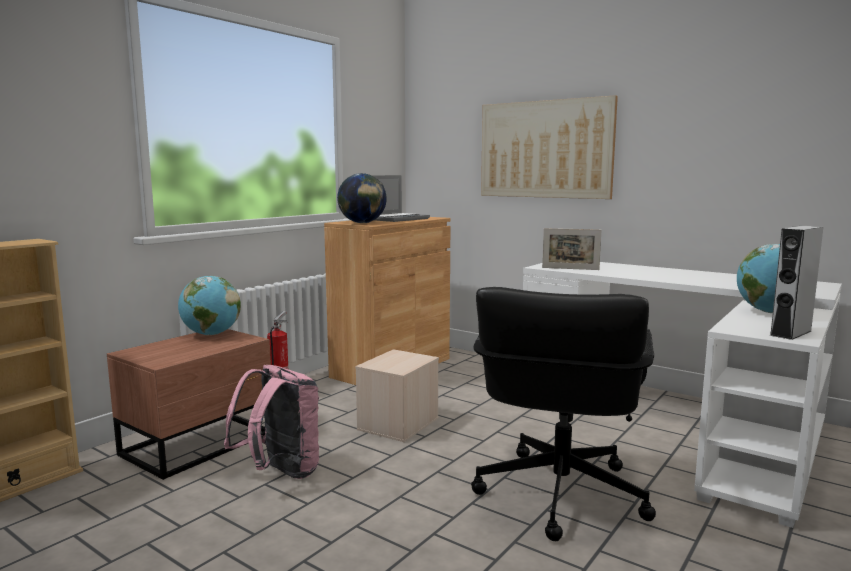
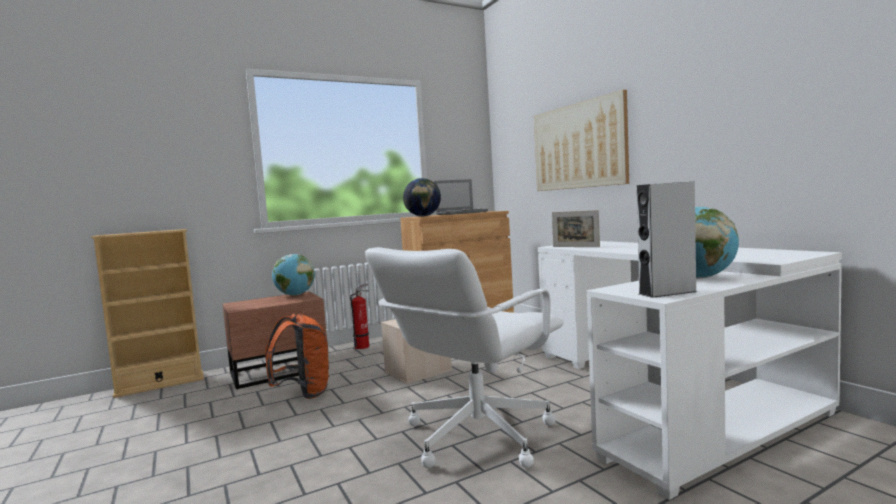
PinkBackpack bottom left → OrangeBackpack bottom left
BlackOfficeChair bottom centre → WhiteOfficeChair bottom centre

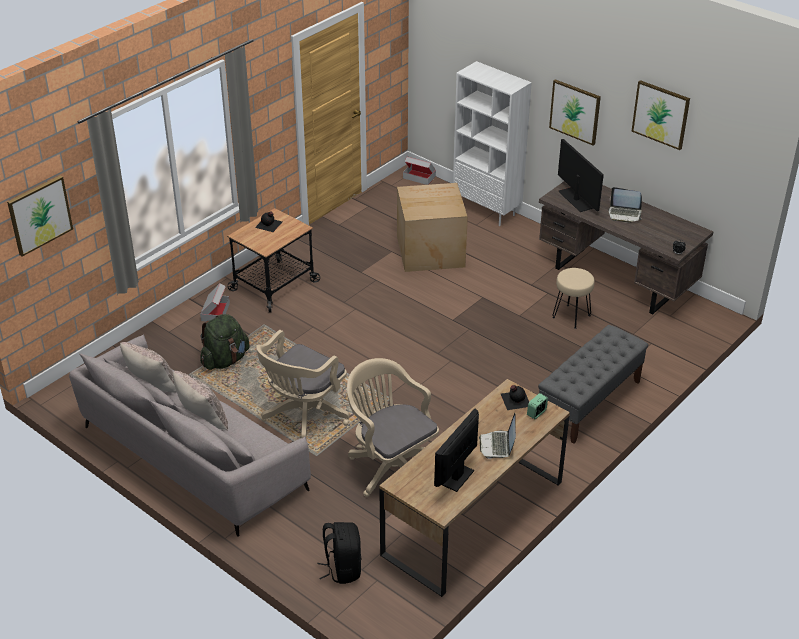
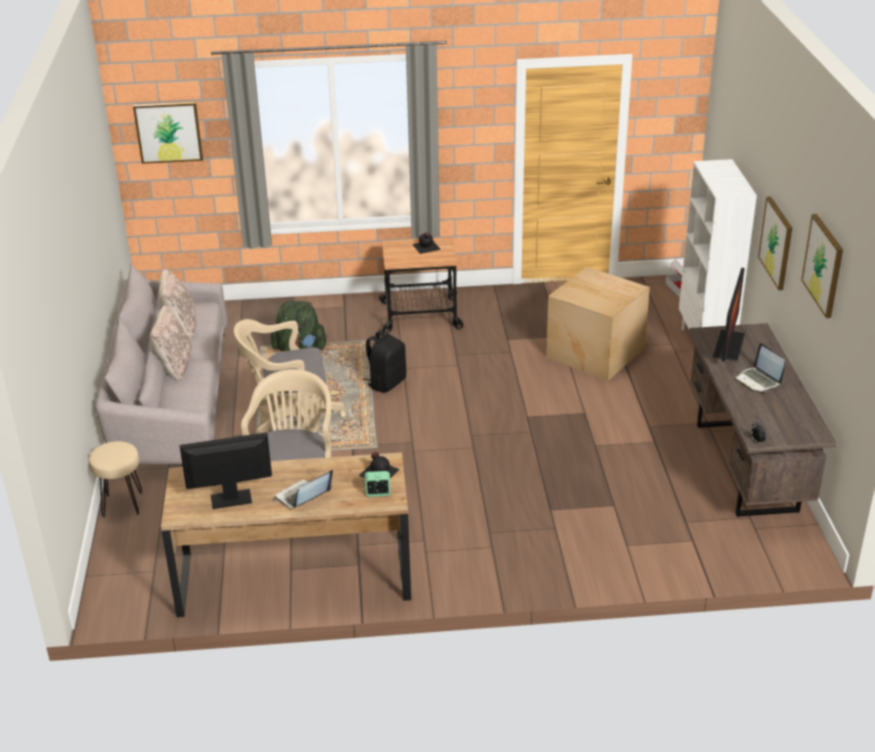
BeigeStool middle right → BeigeStool middle left, relocated
BlackBackpack bottom centre → BlackBackpack centre, relocated
CardboardBox (no. 1 from left) middle left → -
GreyBench middle right → -

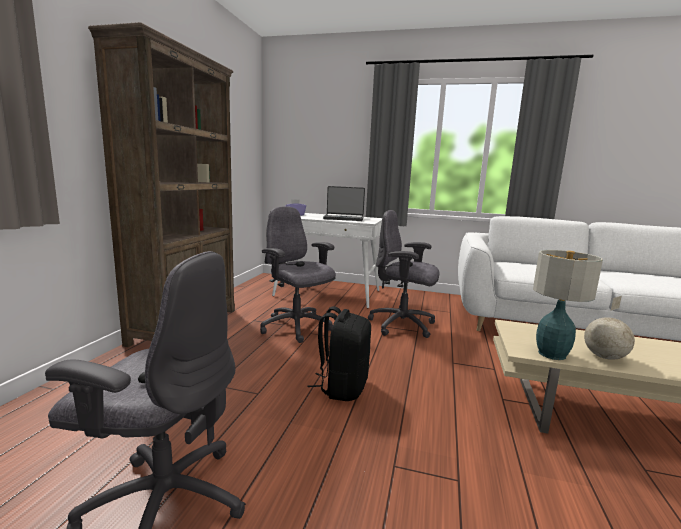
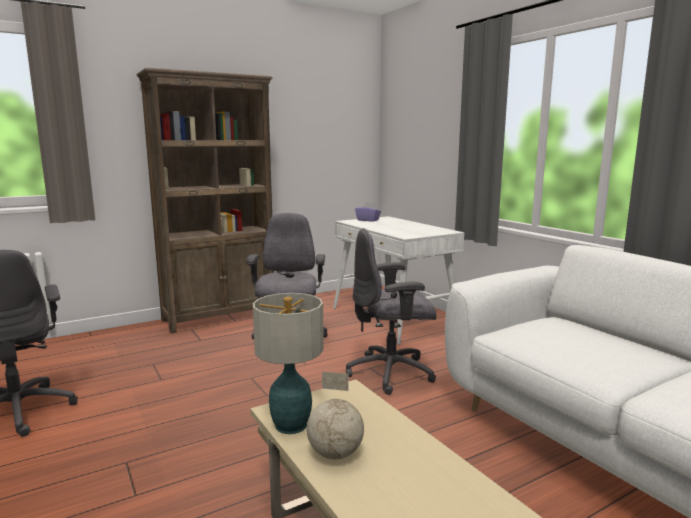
GreyOfficeChair (no. 3 from left) centre, 75 degrees counterclockwise
BlackBackpack bottom centre → -
Laptop centre → -

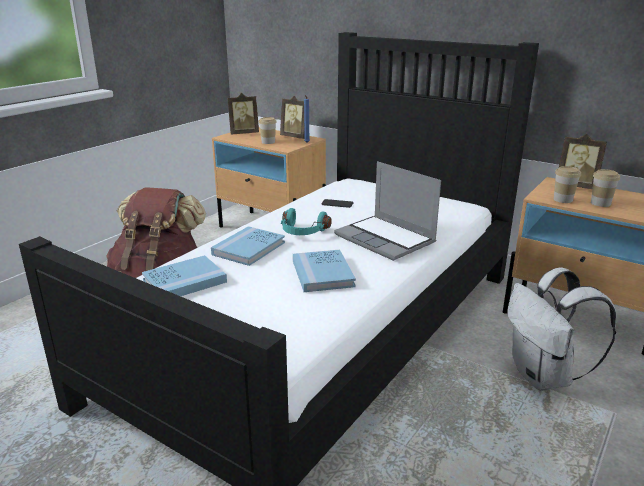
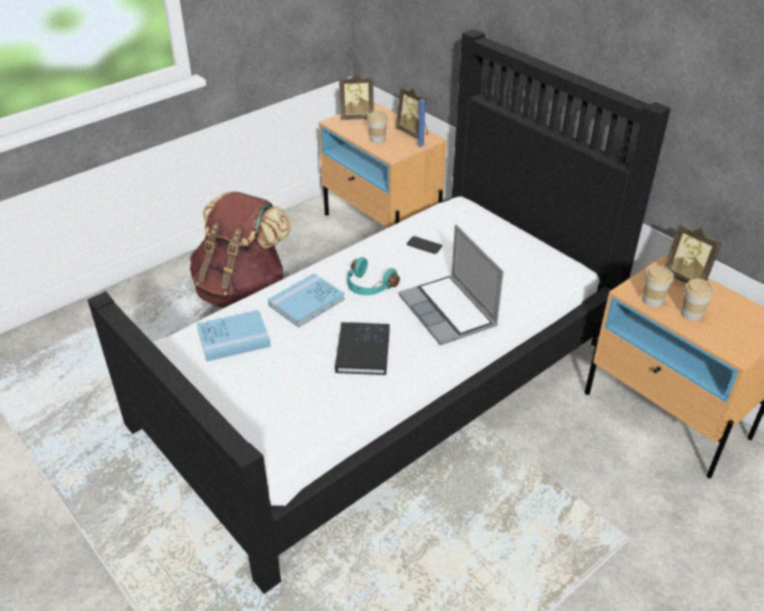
BlueBook (no. 3 from left) centre → BlackBook centre
WhiteBackpack bottom right → -

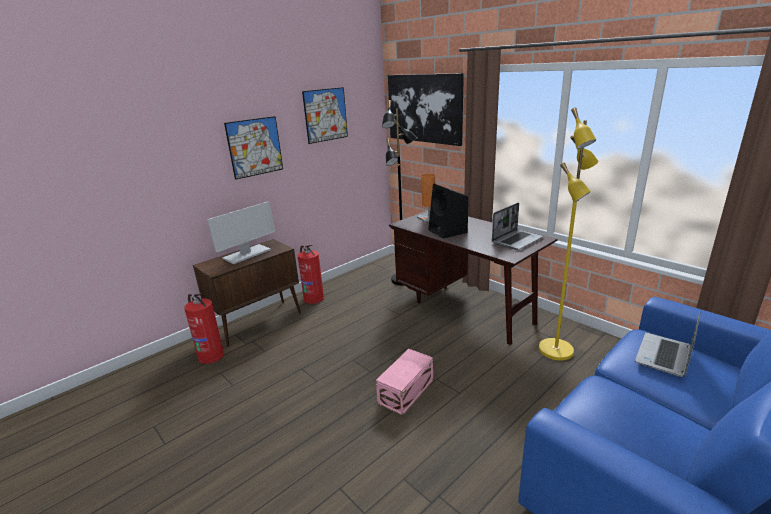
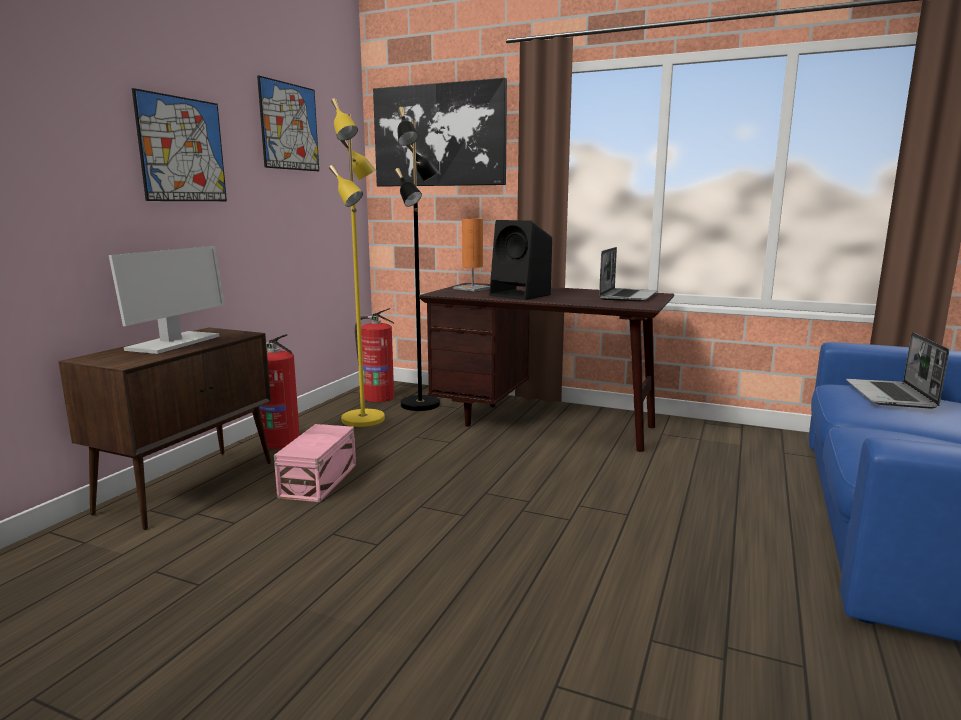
PinkStorageBox bottom centre → PinkStorageBox middle left, relocated
YellowFloorLamp middle right → YellowFloorLamp centre, relocated
FireExtinguisher (no. 1 from left in the first image) middle left → FireExtinguisher (no. 2 from left) centre, relocated

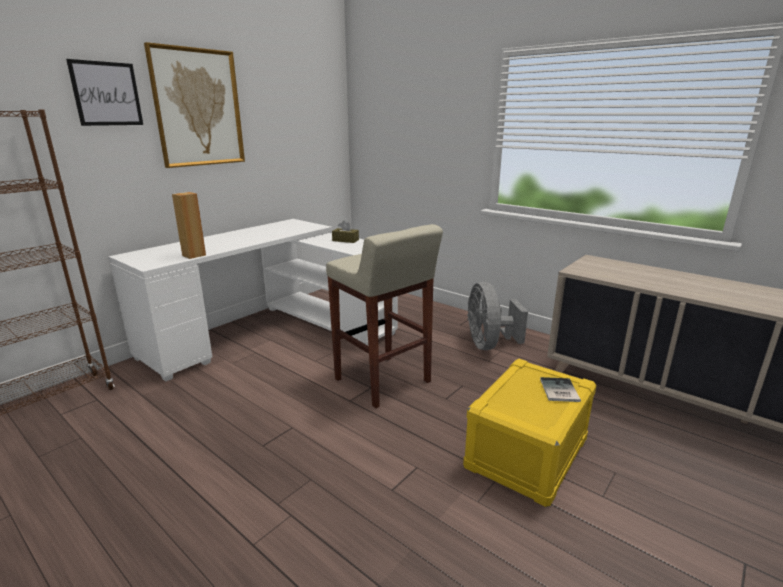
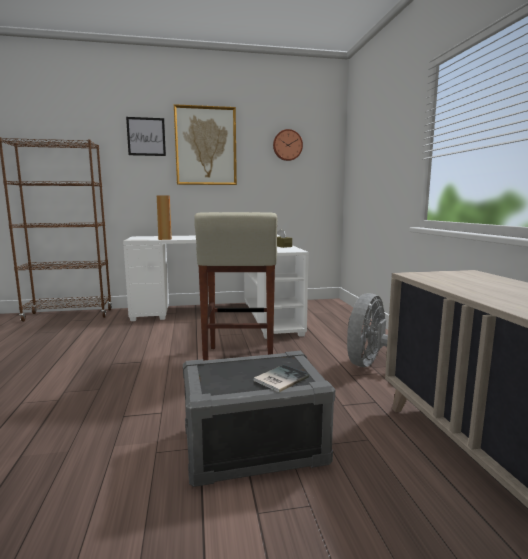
YellowStorageBox bottom right → GreyStorageBox bottom centre
- → WallClock top centre

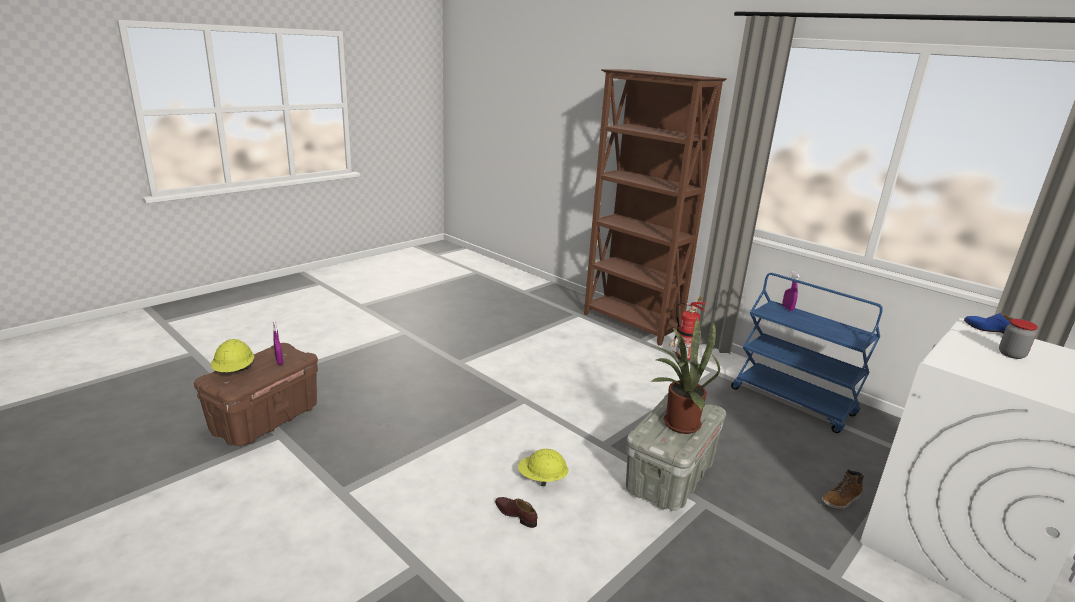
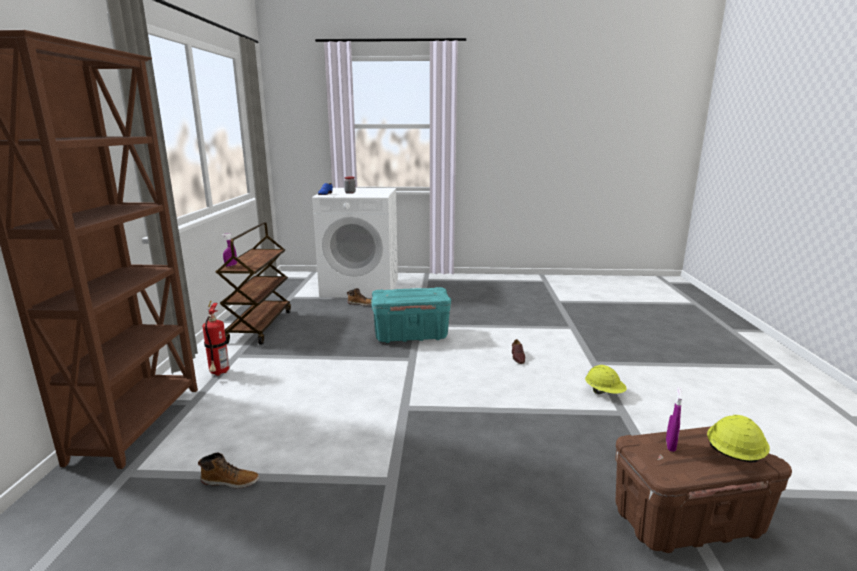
- → Boot (no. 1 from left) bottom left
BlueCart middle right → BrownCart middle left
GreyStorageBox bottom centre → TurquoiseStorageBox centre
YellowHardHat (no. 2 from left in the first image) bottom centre → YellowHardHat (no. 1 from left) middle right, relocated
PottedPlant centre → -

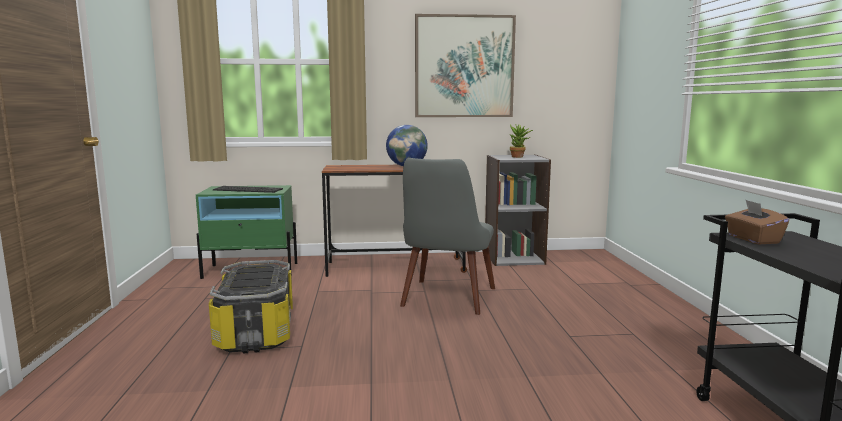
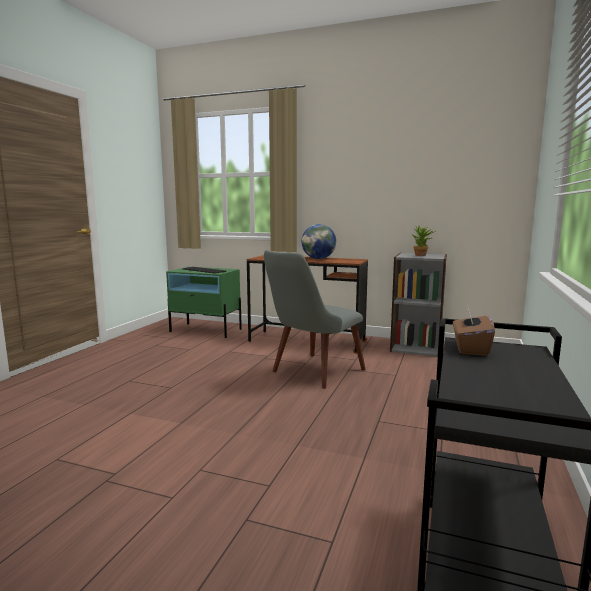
StorageBox bottom left → -
Picture top centre → -

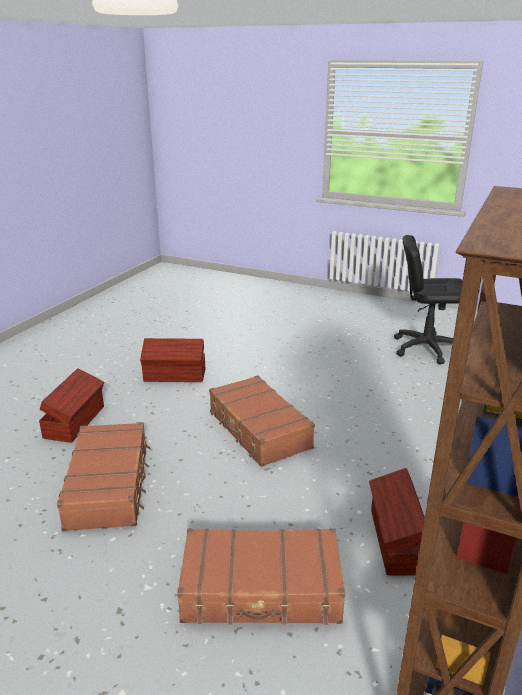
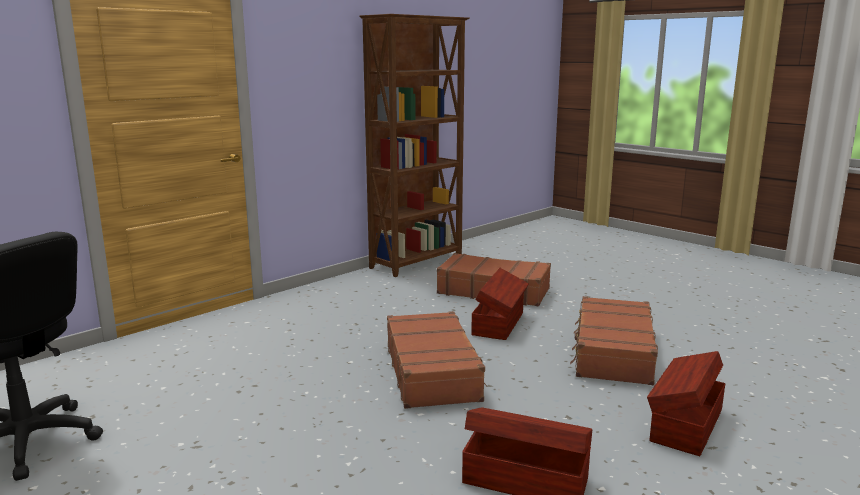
BrownStorageBox (no. 3 from left in the first image) bottom right → BrownStorageBox (no. 1 from left) centre, relocated

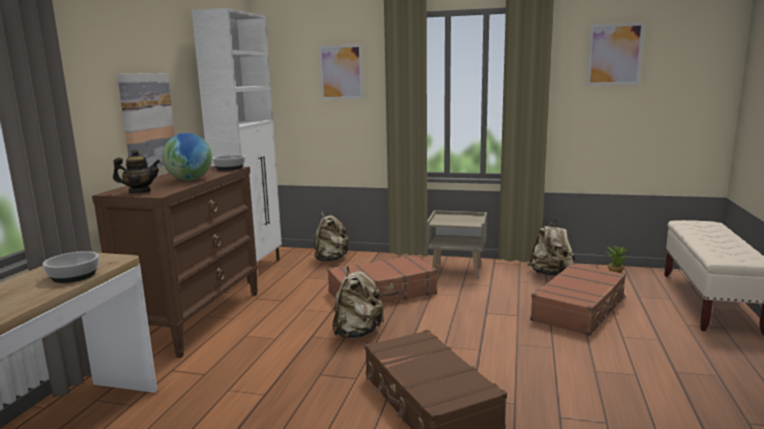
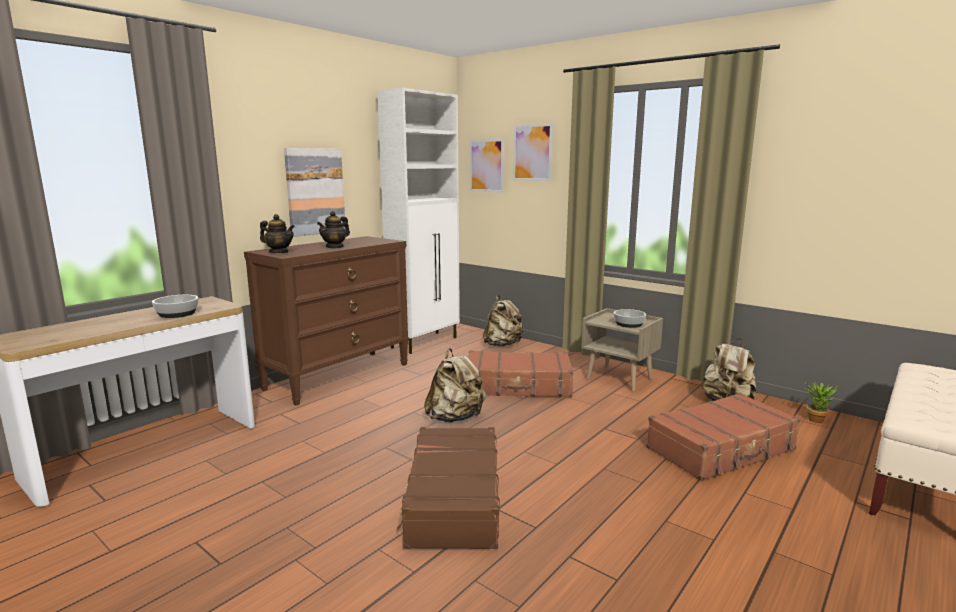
Globe middle left → Teapot (no. 2 from left) centre
Picture (no. 3 from left in the first image) top right → Picture (no. 2 from left) top centre, relocated
Bowl (no. 2 from left) middle left → Bowl (no. 2 from left) centre, relocated

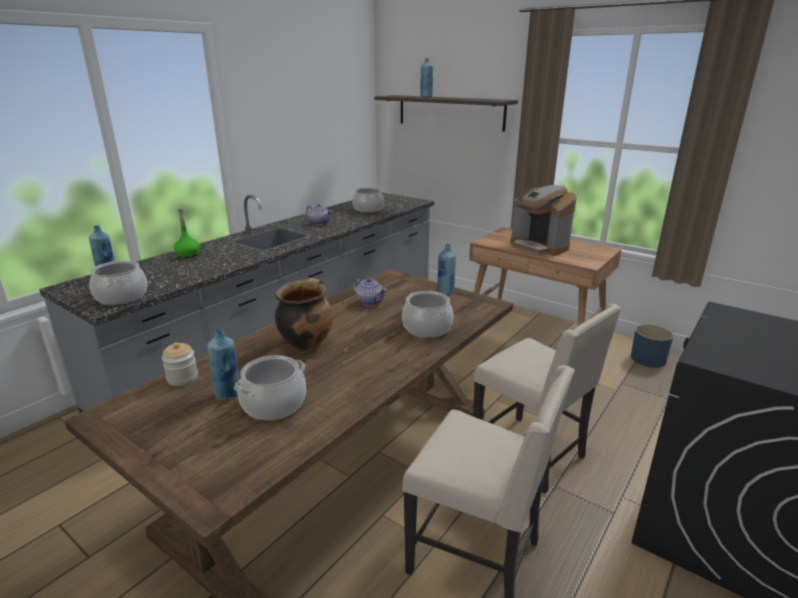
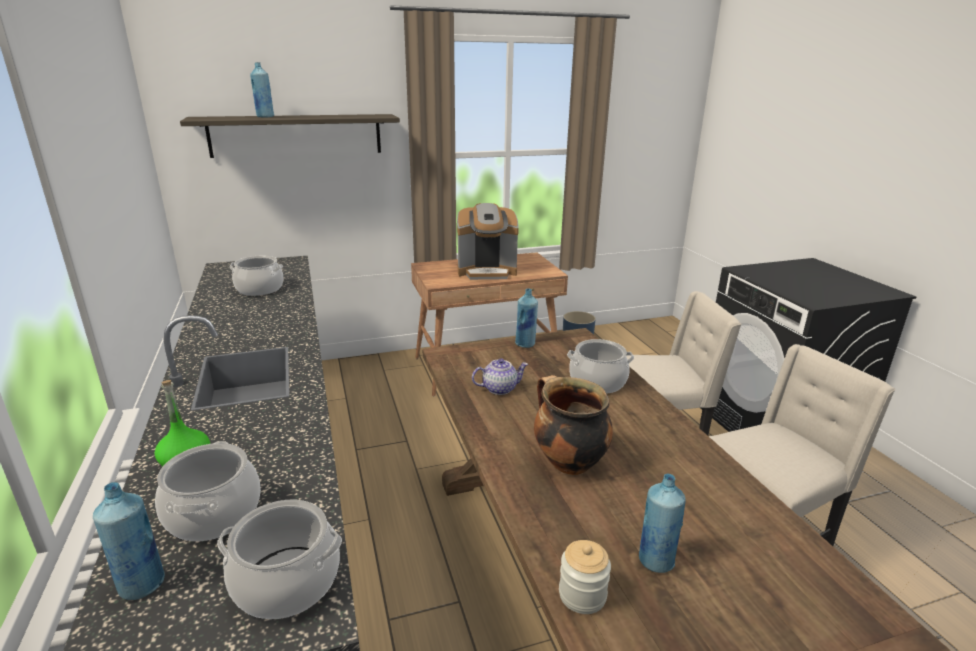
CookingPot (no. 2 from left in the first image) centre → CookingPot (no. 1 from left) bottom left, relocated
Teapot (no. 1 from left) centre → -

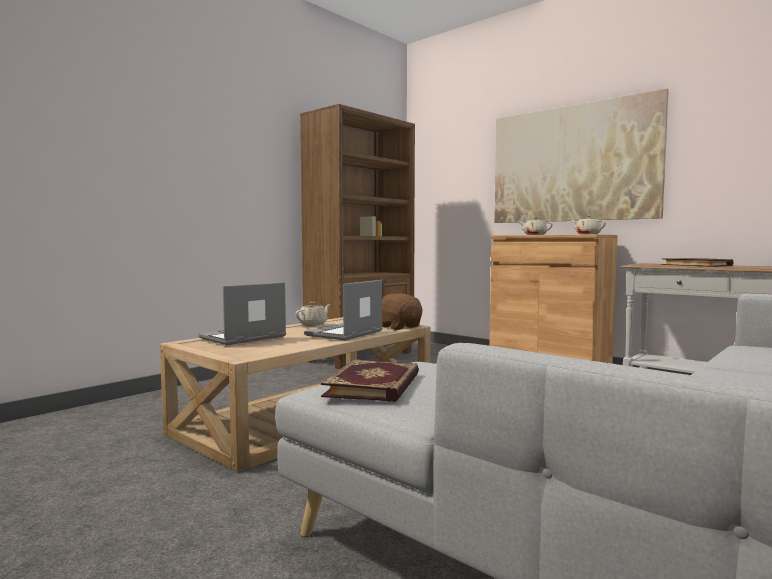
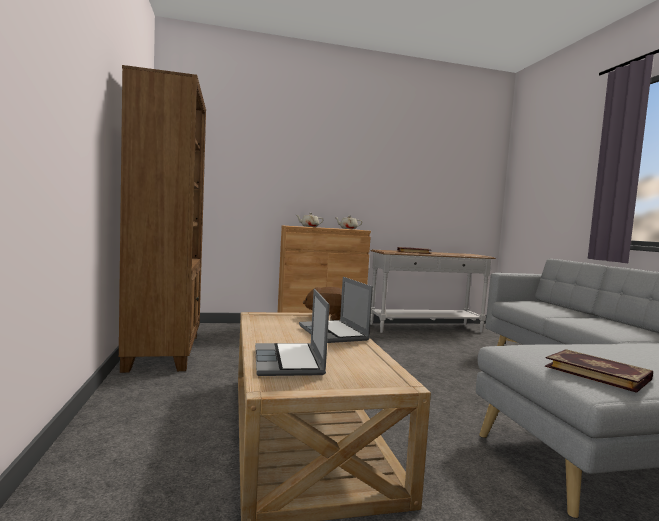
BeigeTeapot (no. 1 from left) centre → -
Picture top right → -

